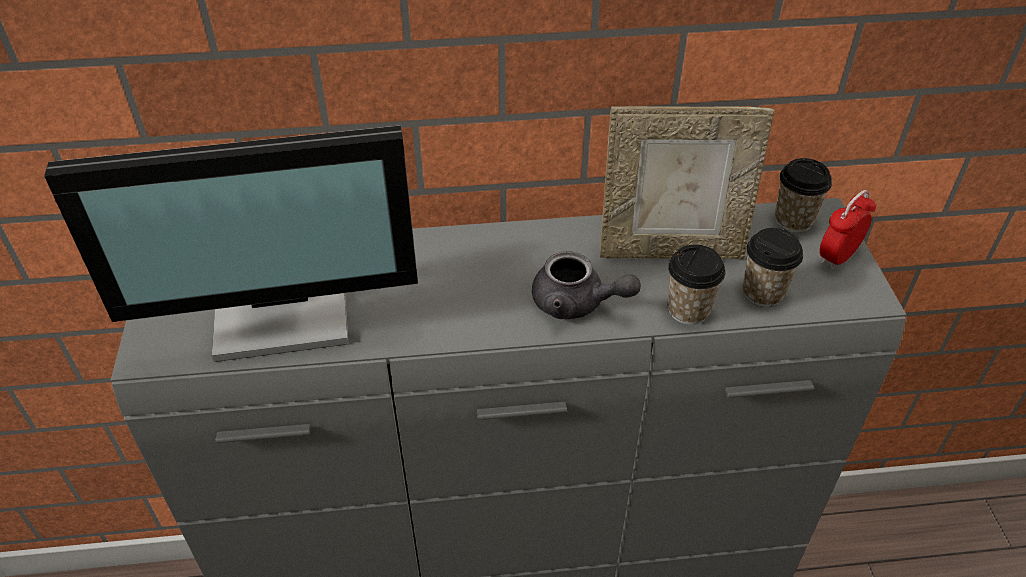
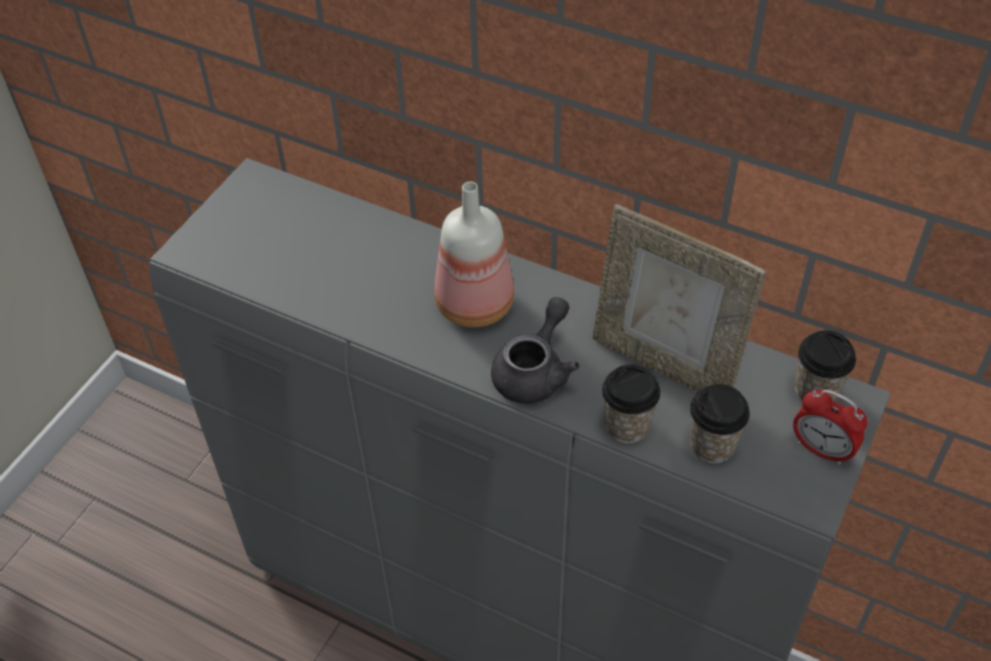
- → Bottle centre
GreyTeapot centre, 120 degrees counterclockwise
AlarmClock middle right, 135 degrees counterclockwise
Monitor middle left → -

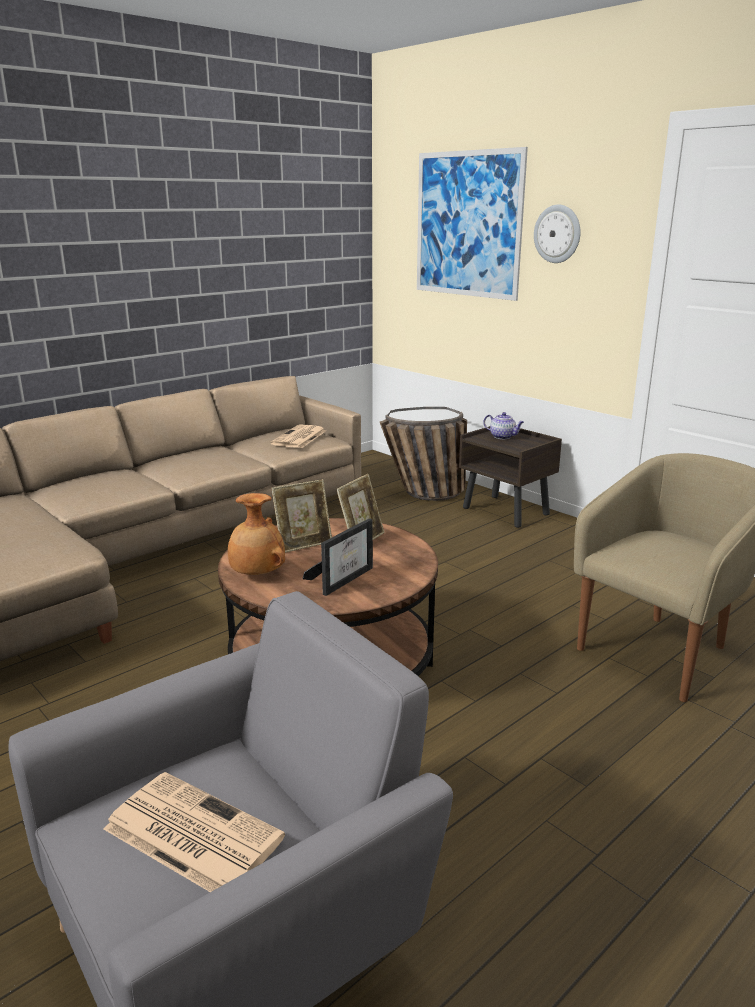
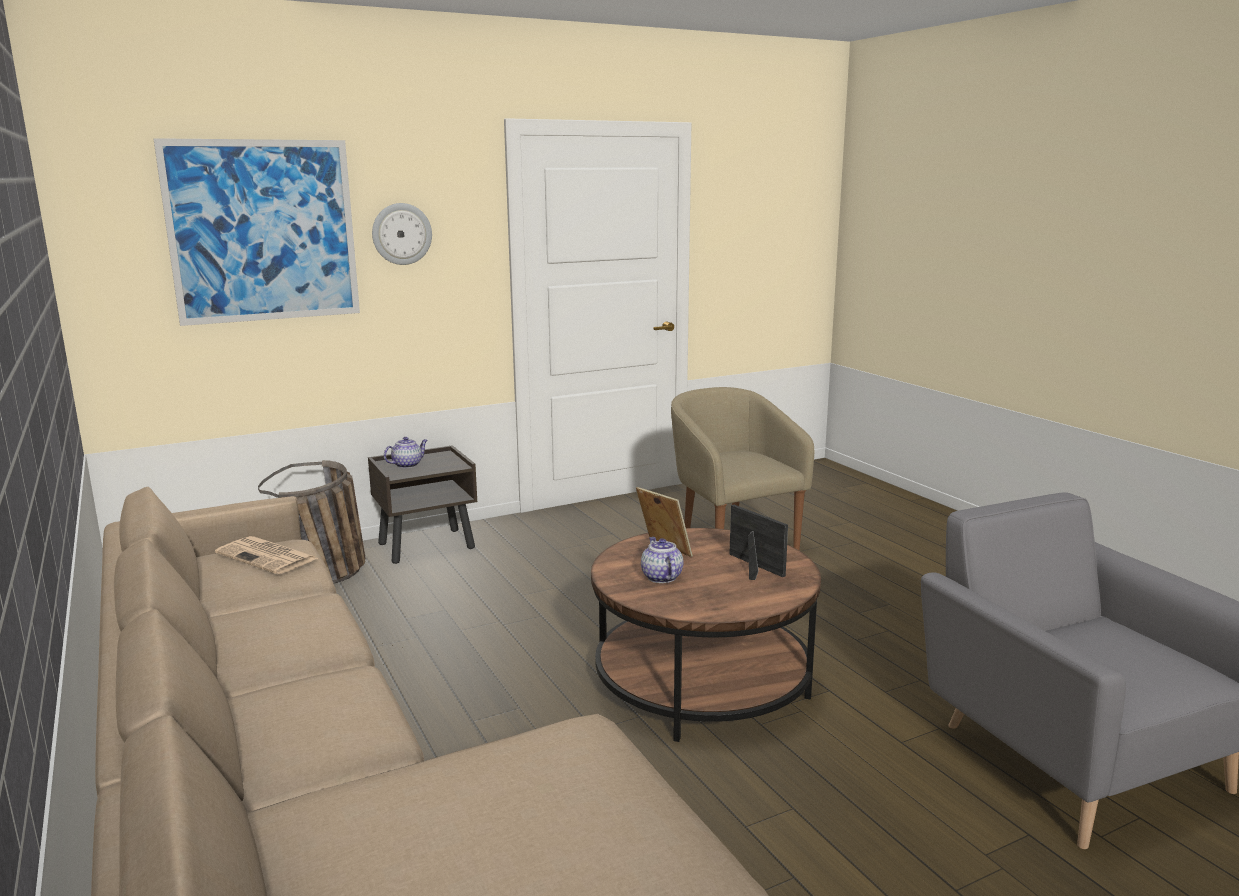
PictureFrame (no. 1 from left) centre → Teapot (no. 2 from left) centre
Newspaper (no. 1 from left) bottom left → -
BrownVase centre → -

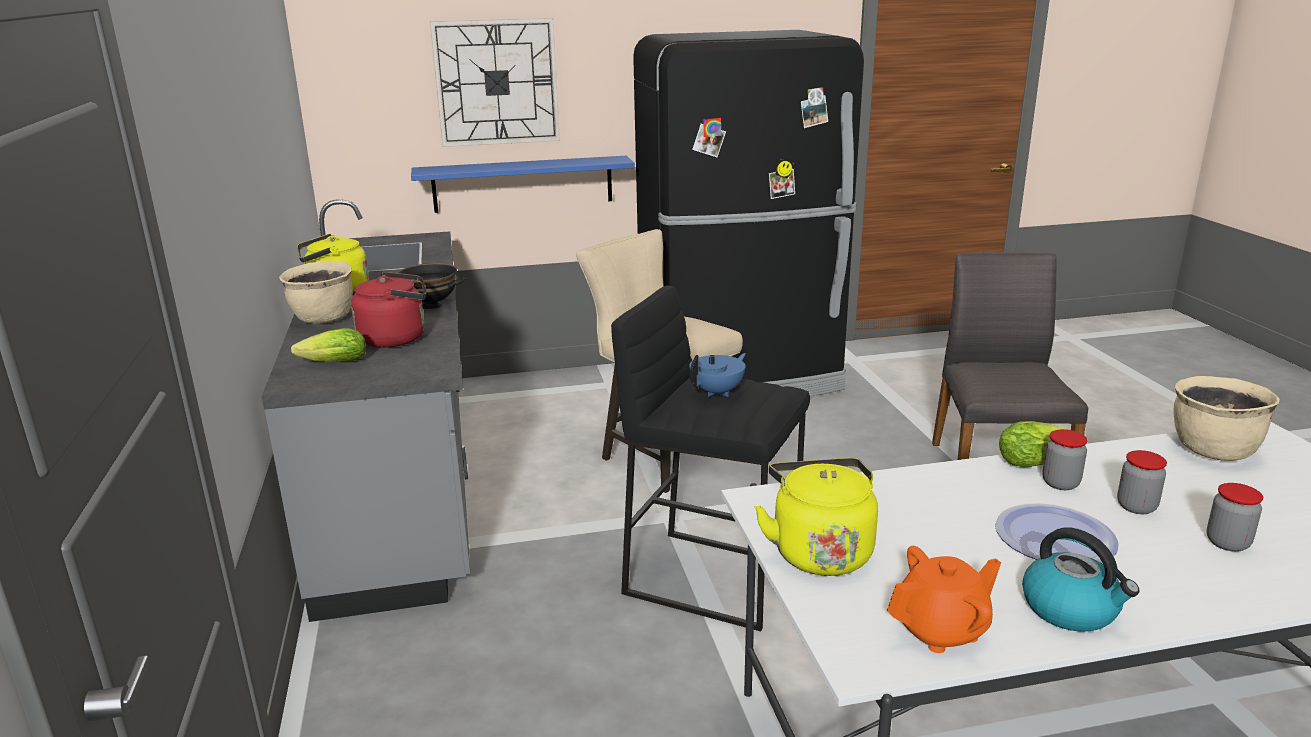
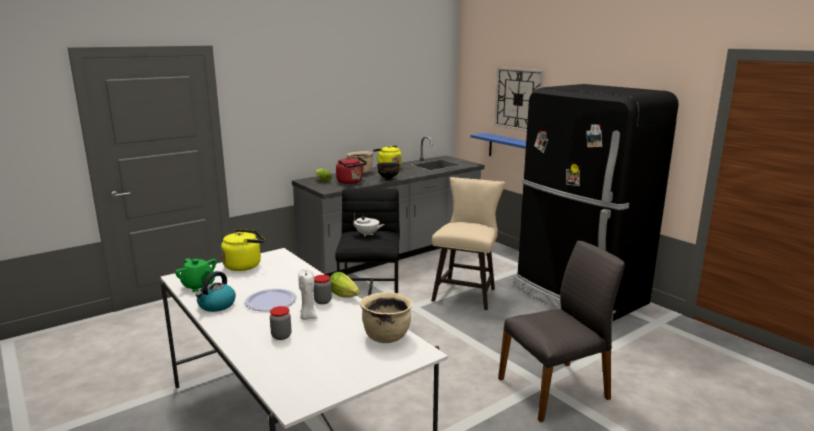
OrangeTeapot bottom right → GreenTeapot middle left
Jar (no. 2 from left) middle right → WhiteCandle bottom centre
BlueTeapot centre → WhiteTeapot centre

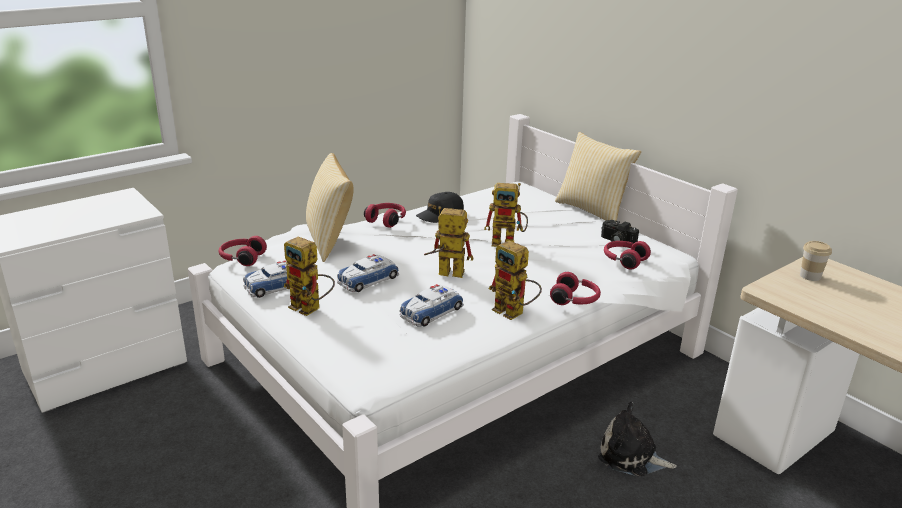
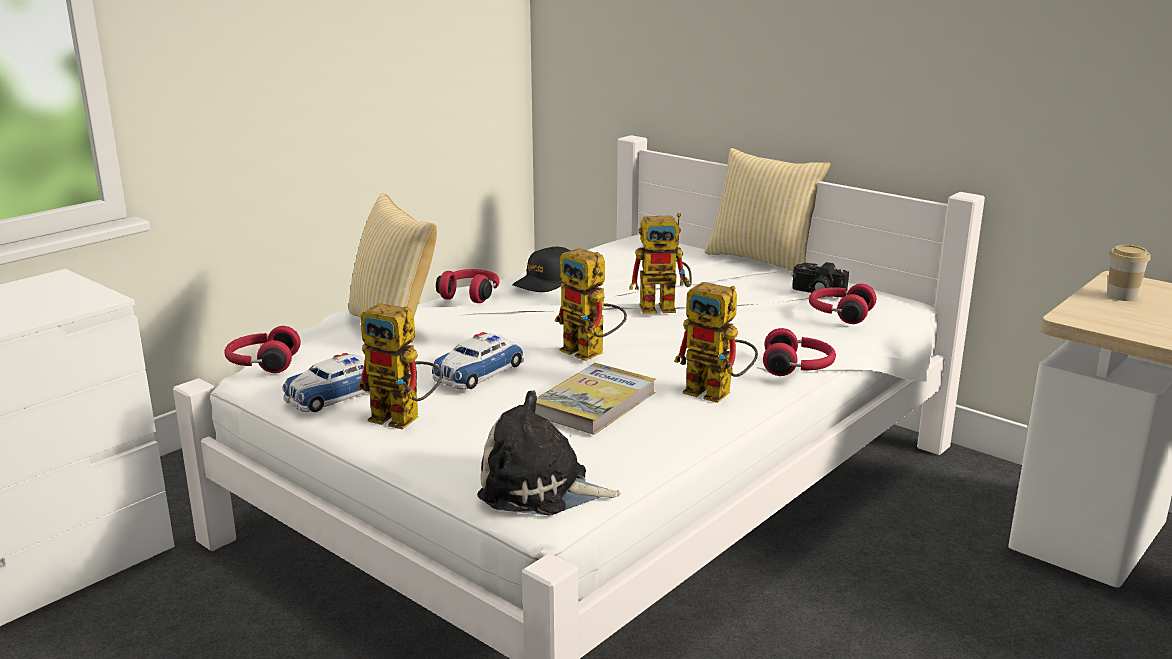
PlushToy bottom right → PlushToy bottom centre, relocated
ToyCar (no. 3 from left) centre → Book centre
ToyRobot (no. 2 from left) centre, 135 degrees counterclockwise

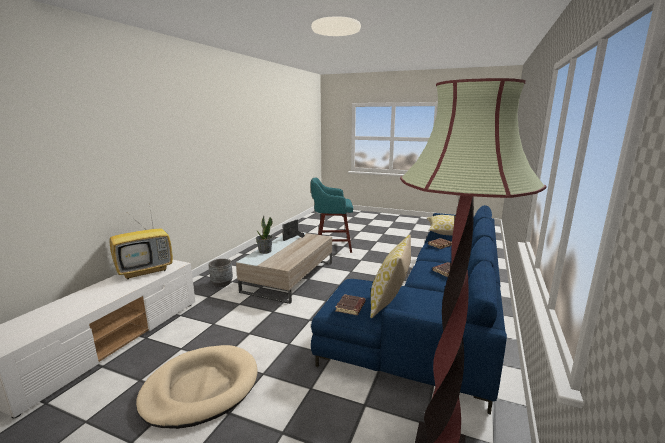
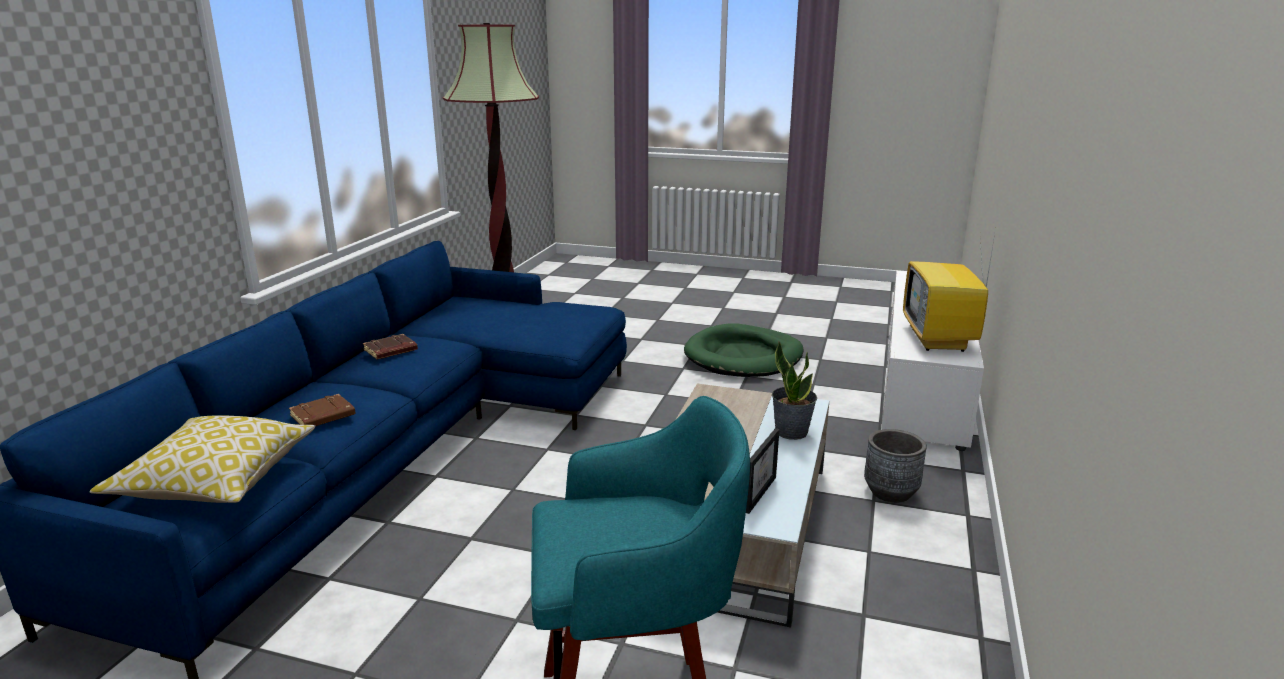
BeigeDogBed bottom left → GreenDogBed centre
Television middle left → Television middle right, 45 degrees counterclockwise
BrownBook (no. 1 from left) bottom centre → -
Pillow (no. 1 from left) centre → -

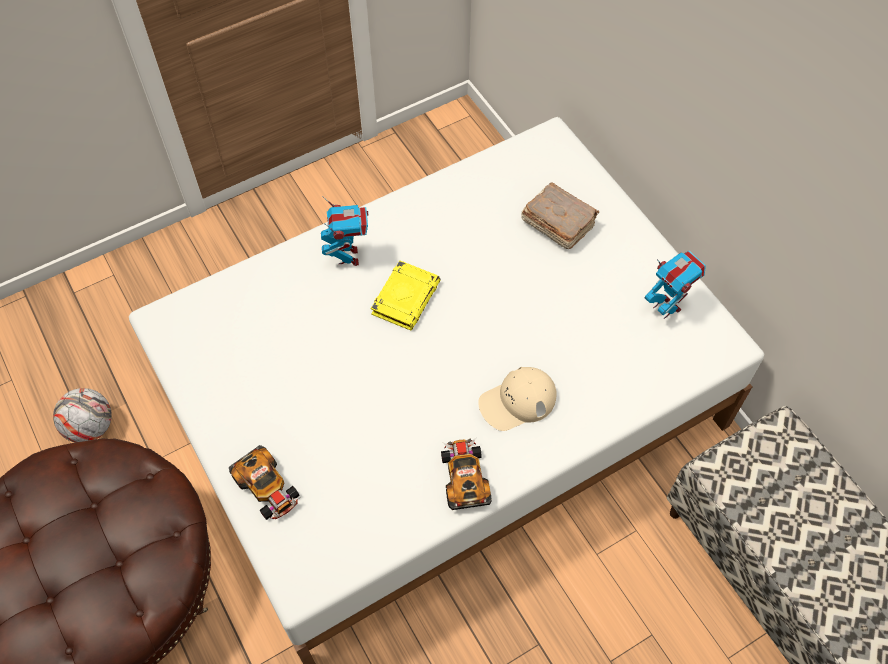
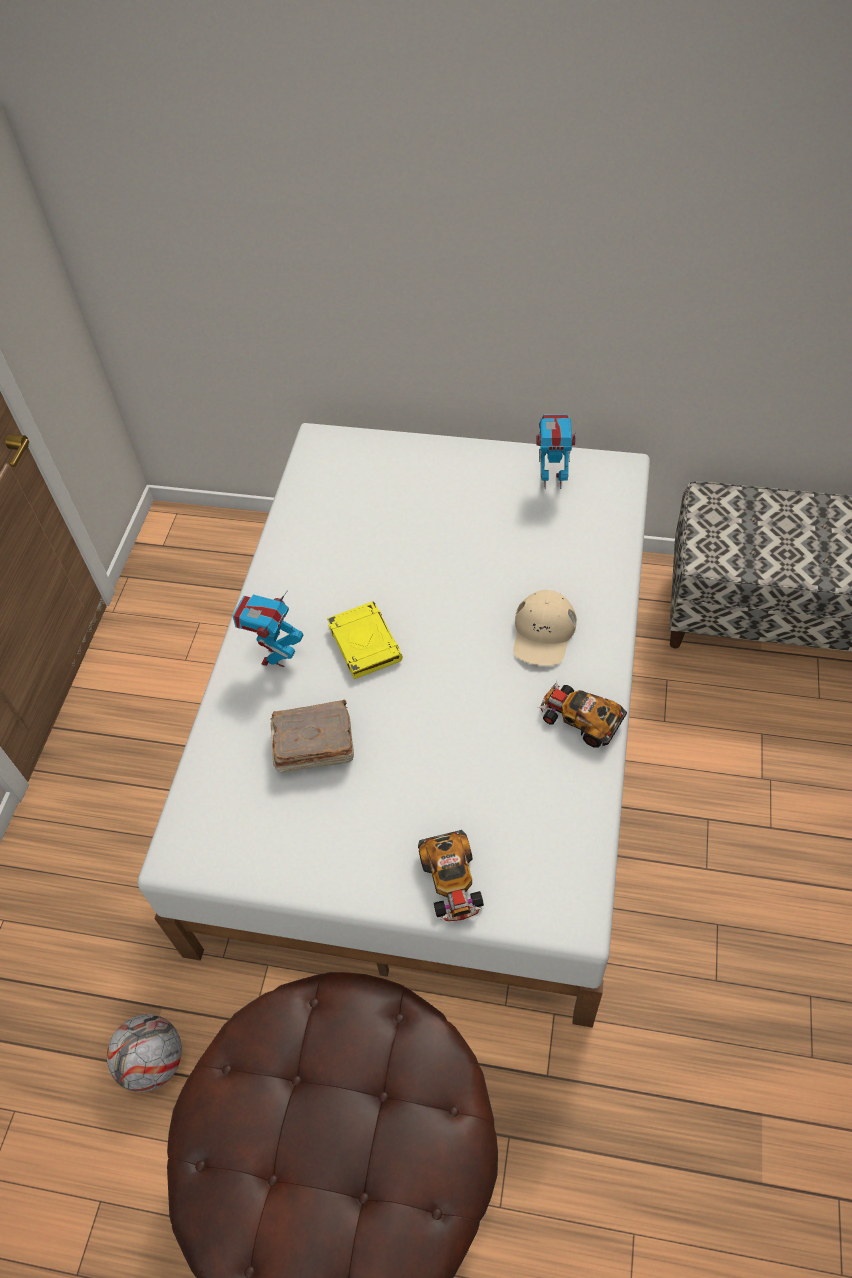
ToyRobot (no. 1 from left) centre → ToyRobot (no. 1 from left) middle left, 105 degrees counterclockwise
BrownBook top centre → BrownBook centre, relocated
ToyCar (no. 1 from left) bottom left → ToyCar (no. 1 from left) bottom centre, 75 degrees clockwise

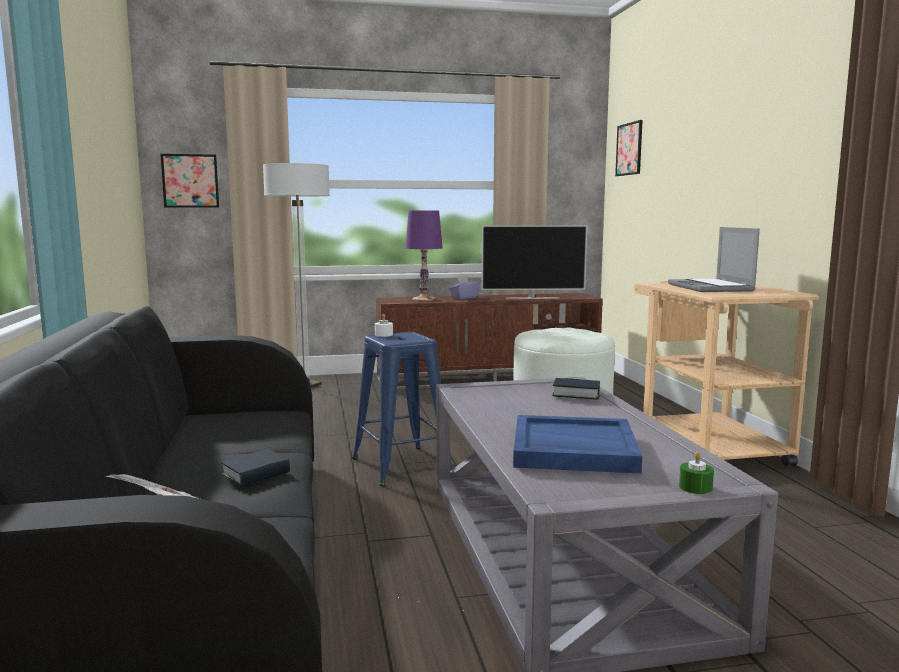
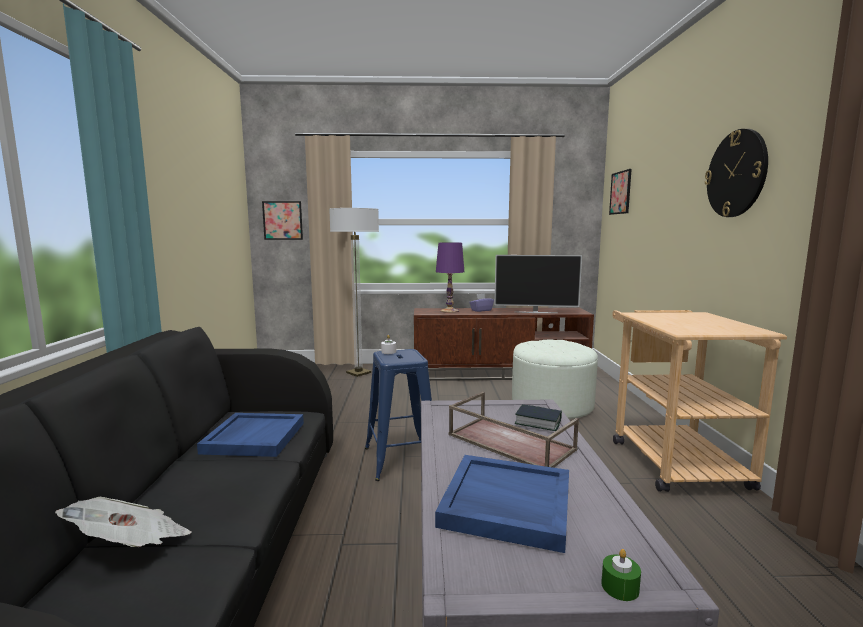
- → BlueTray (no. 1 from left) bottom left
- → BrownTray bottom centre
- → WallClock top right
Book (no. 1 from left) bottom left → -
Laptop middle right → -

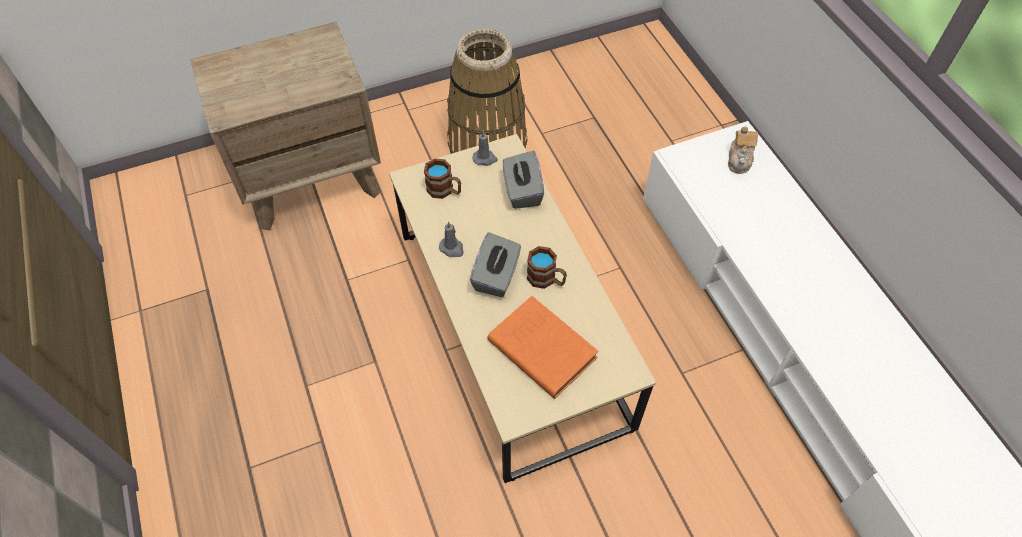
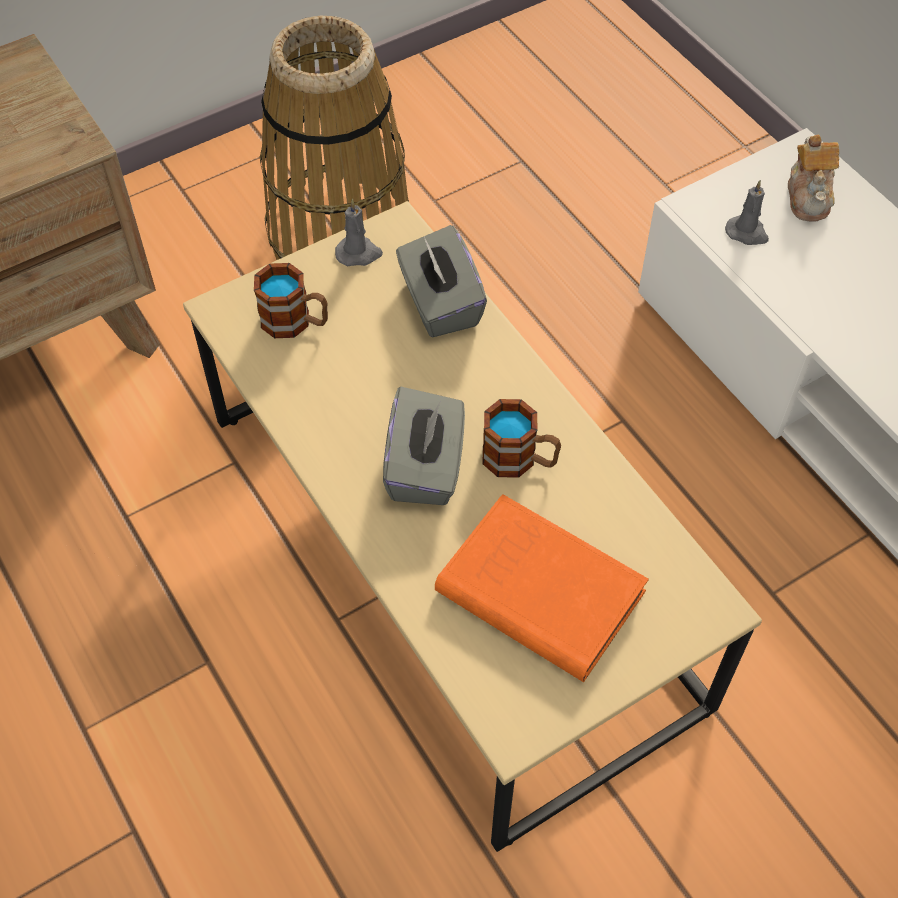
GreyCandle (no. 1 from left in the first image) centre → GreyCandle (no. 2 from left) top right, relocated

